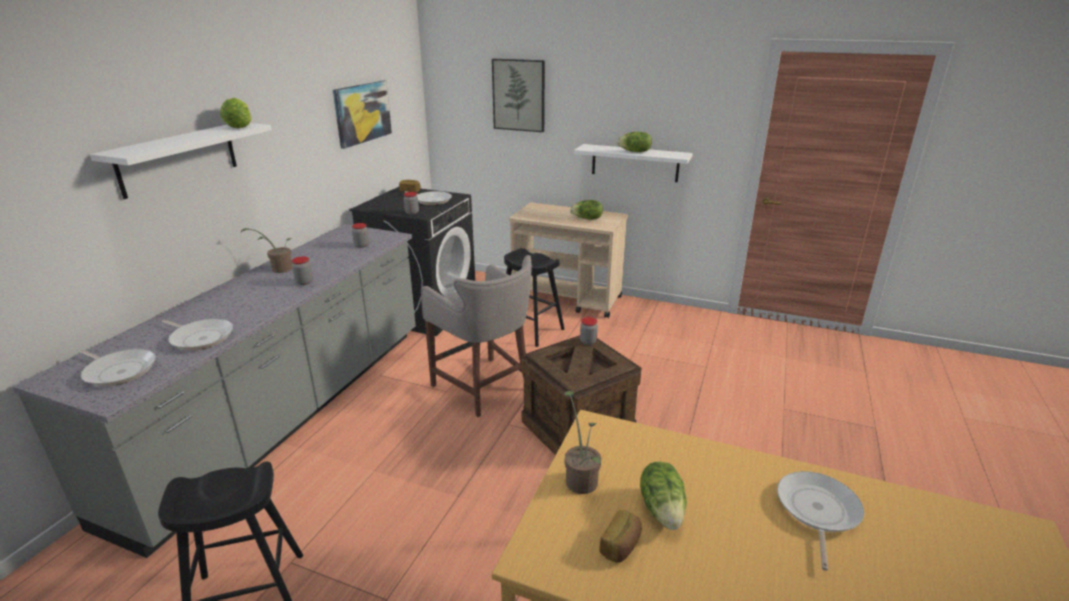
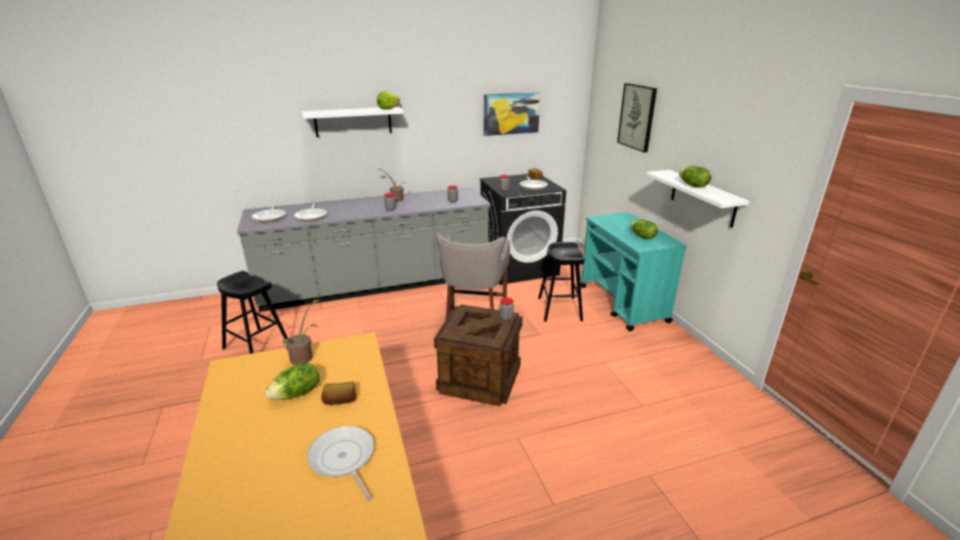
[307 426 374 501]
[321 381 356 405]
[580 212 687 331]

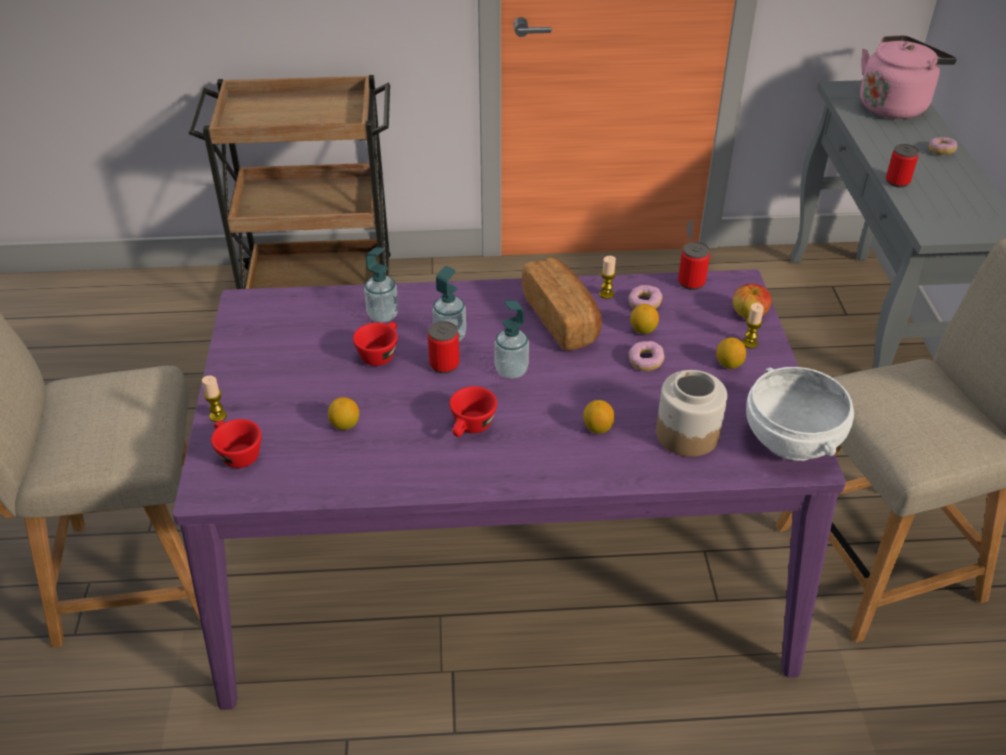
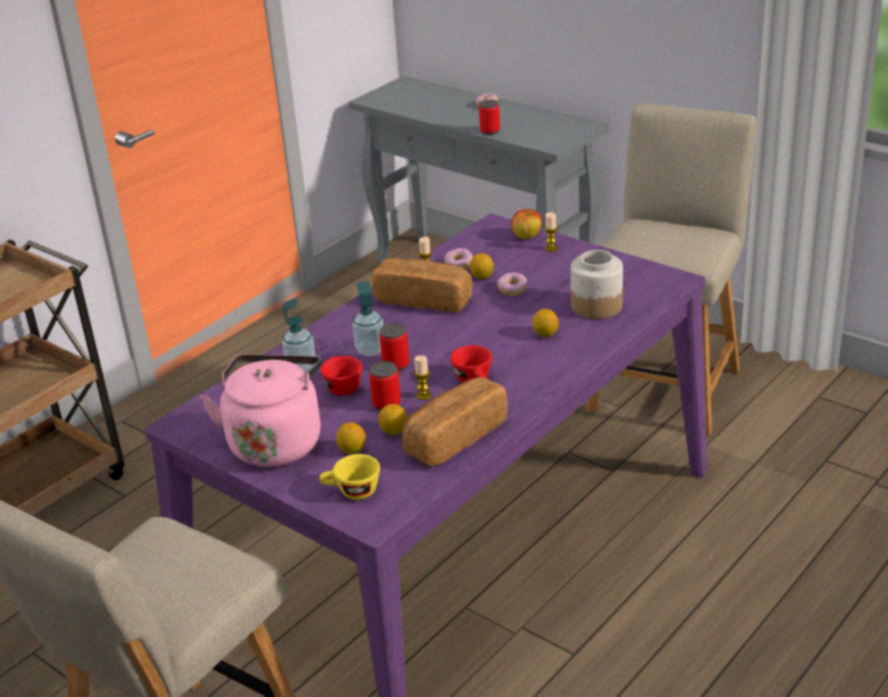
[200 354 322 467]
[319 454 380 500]
[336 422 366 454]
[369 361 401 411]
[401 377 507 466]
[414 356 431 400]
[494 301 529 379] (first image)
[746 367 854 461] (first image)

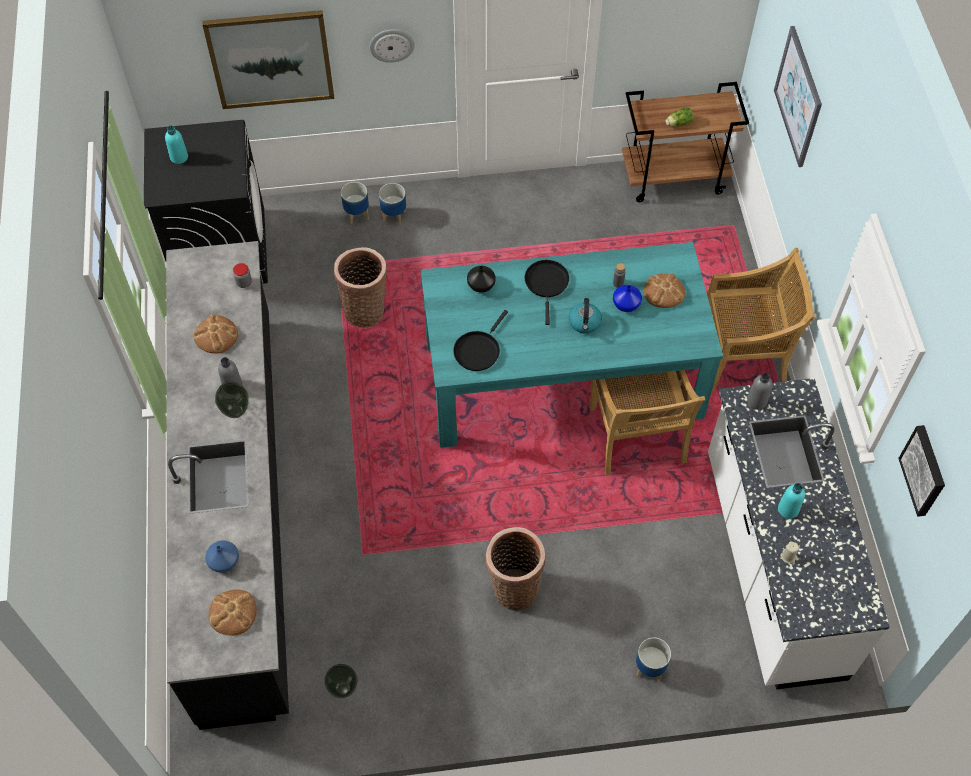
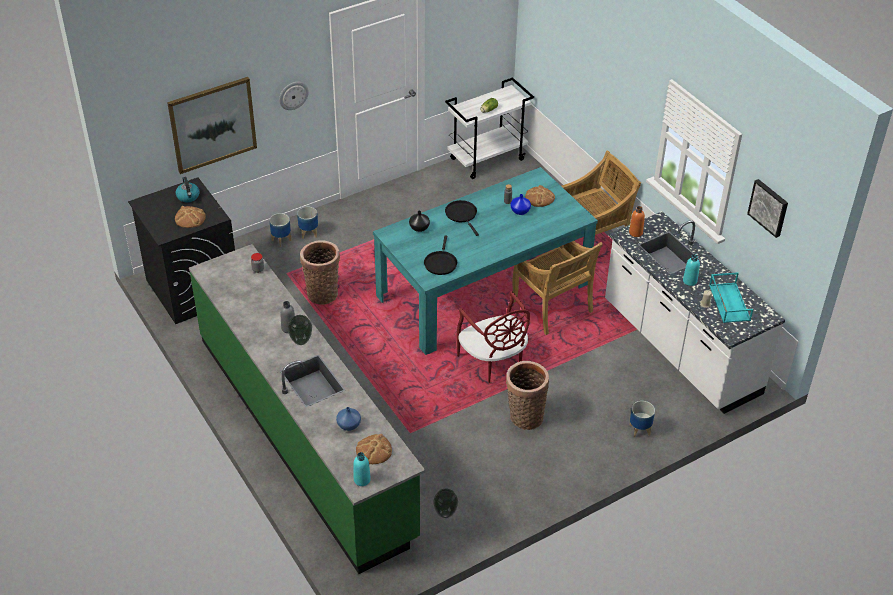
[175 206 206 228]
[176 177 200 202]
[189 244 425 574]
[354 452 371 486]
[445 77 534 179]
[456 291 530 383]
[629 206 645 237]
[709 272 753 323]
[774 26 822 167] (first image)

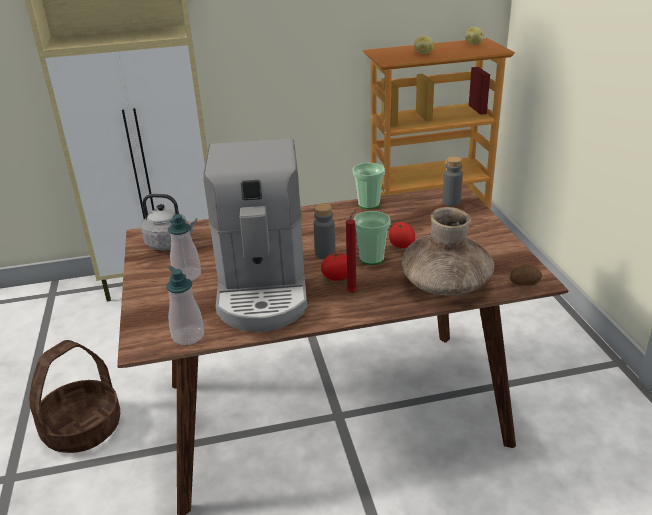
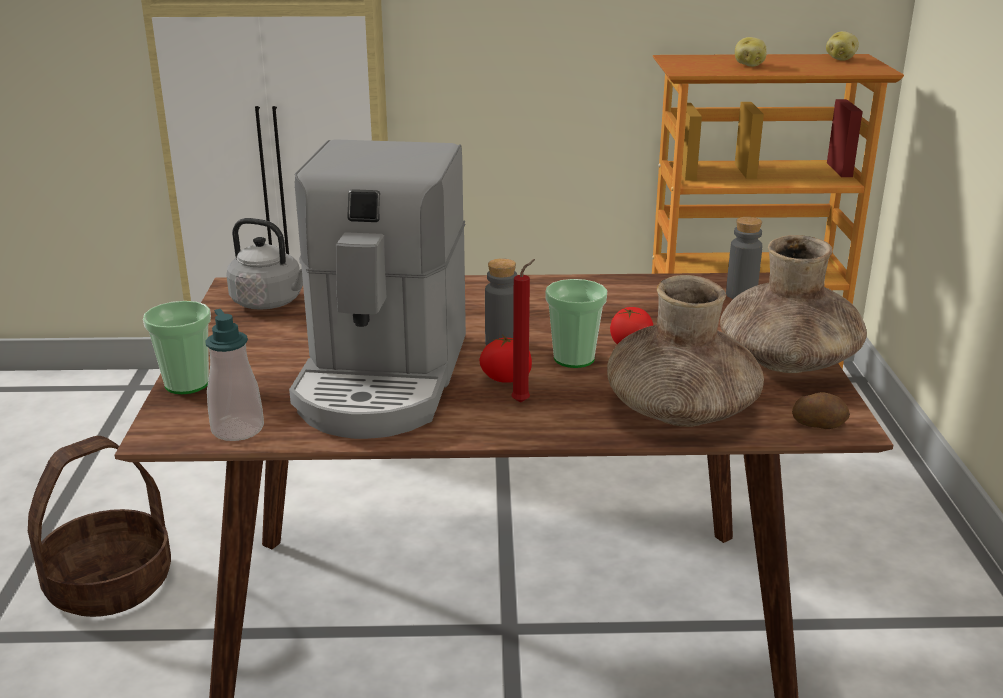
[143 301 211 394]
[720 235 867 373]
[168 214 201 281] (first image)

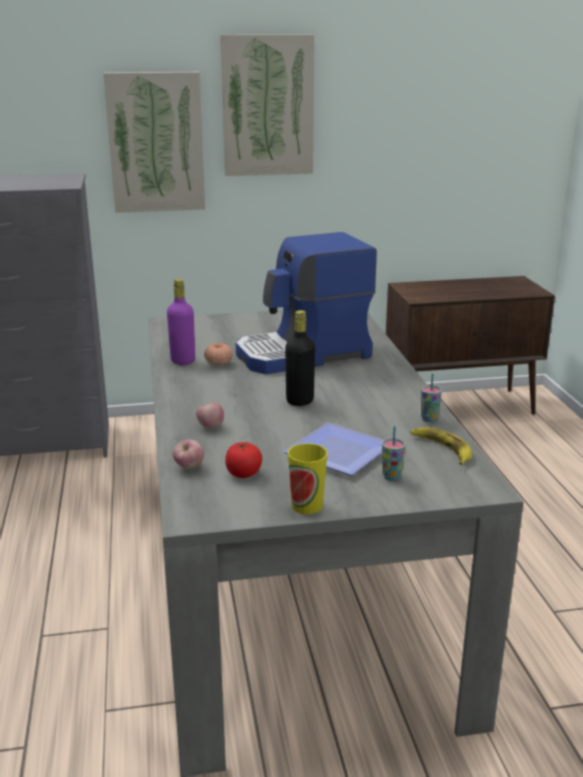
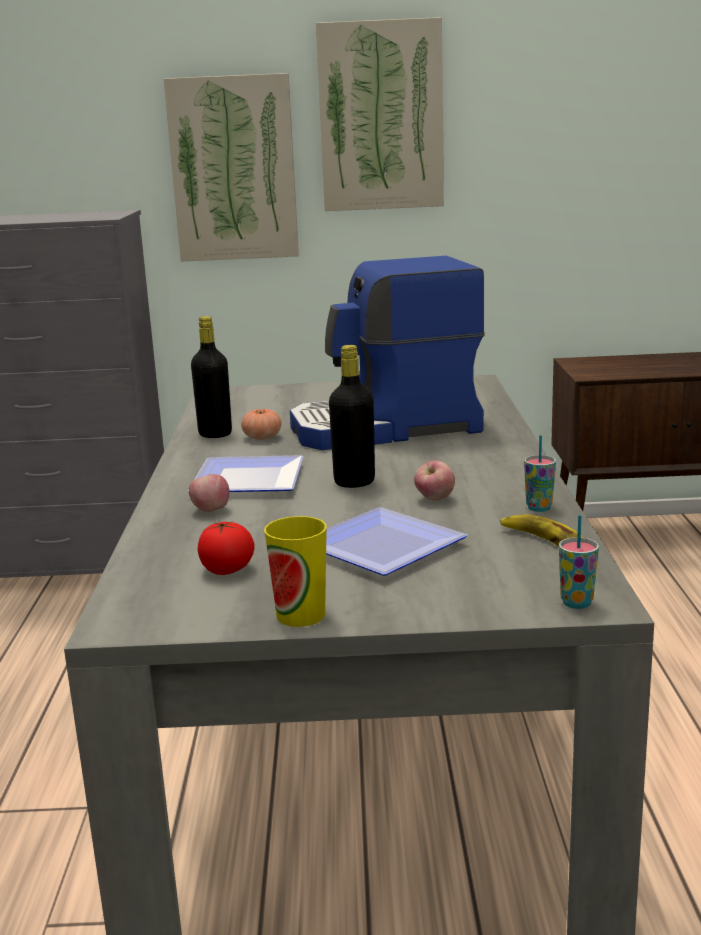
[188 455 304 492]
[191 316 232 438]
[414 461 455 501]
[559 515 599 609]

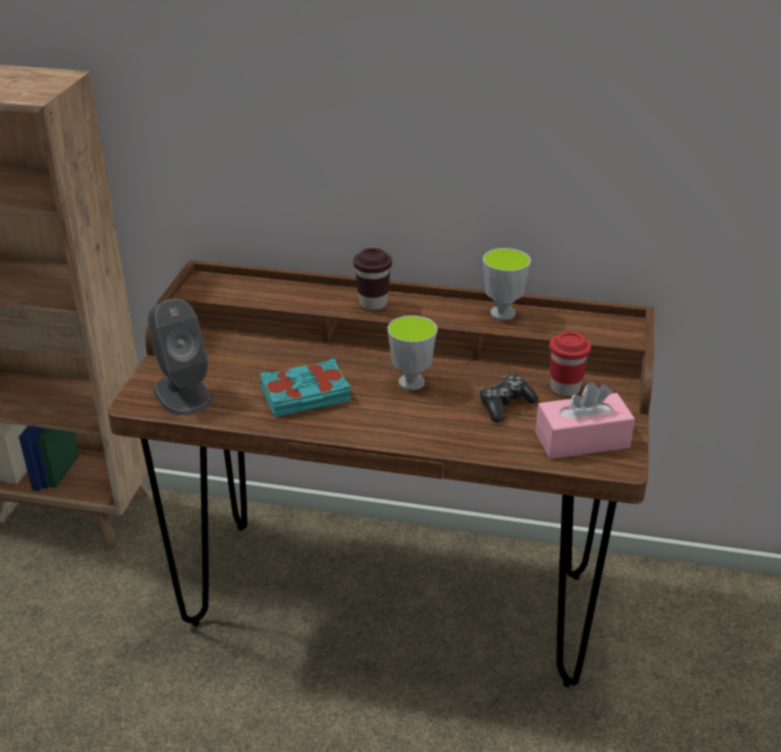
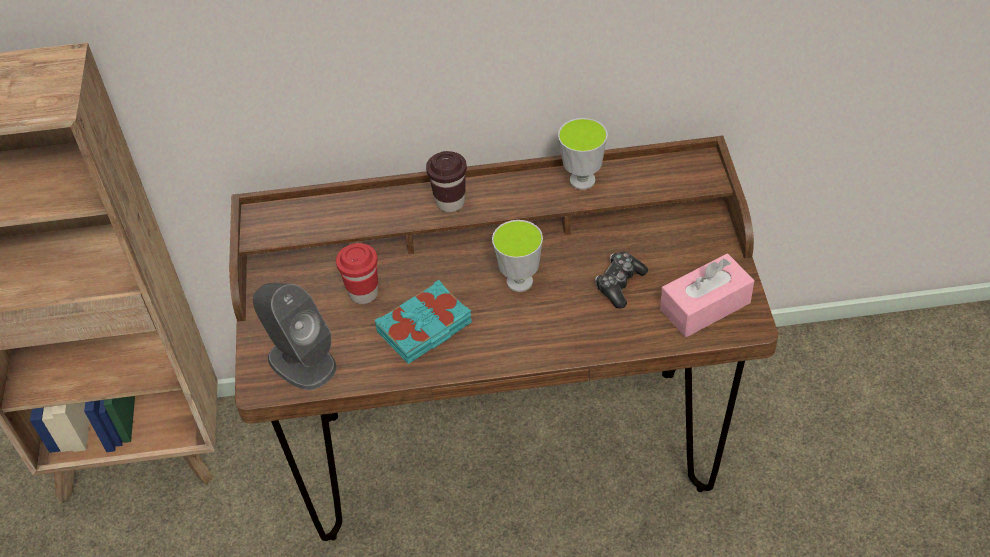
[336 243 378 304]

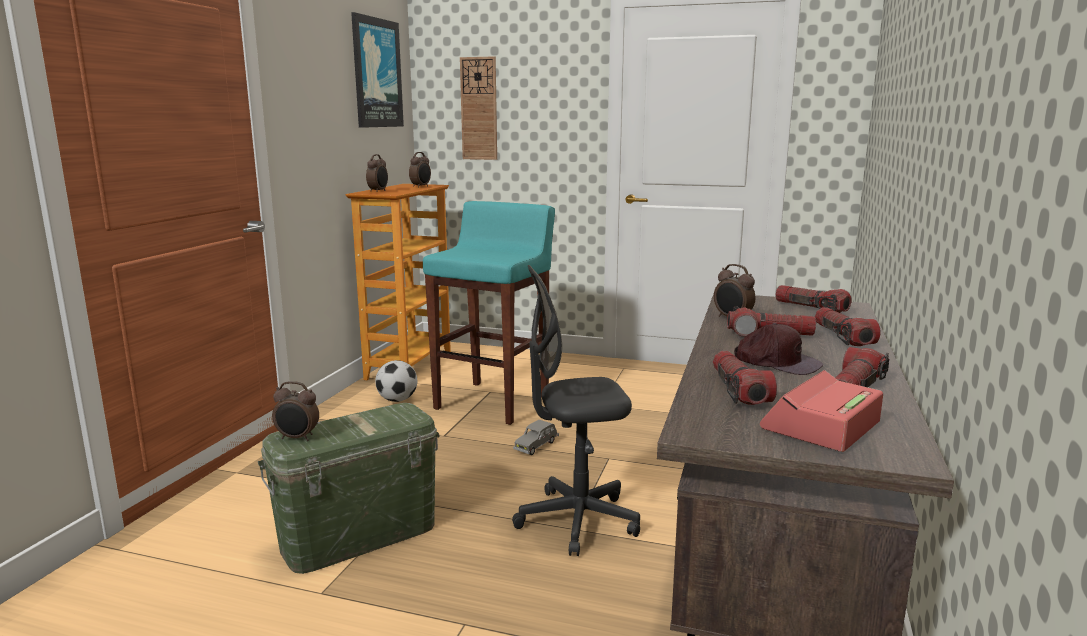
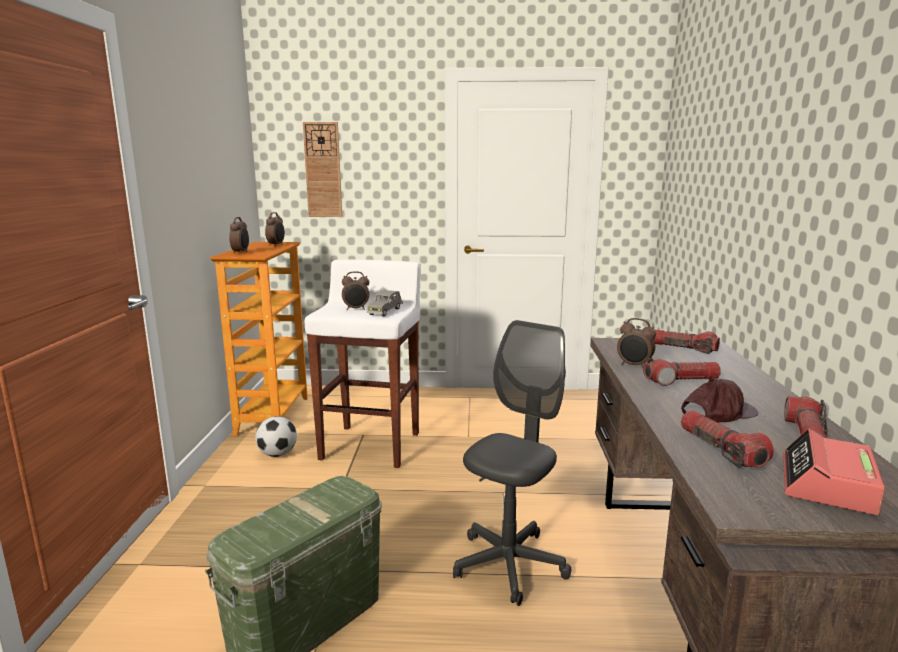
[305 259 421 468]
[342 271 369 310]
[367 290 403 316]
[453 320 571 606]
[681 378 758 423]
[351 12 404 128] (first image)
[815 307 881 346] (first image)

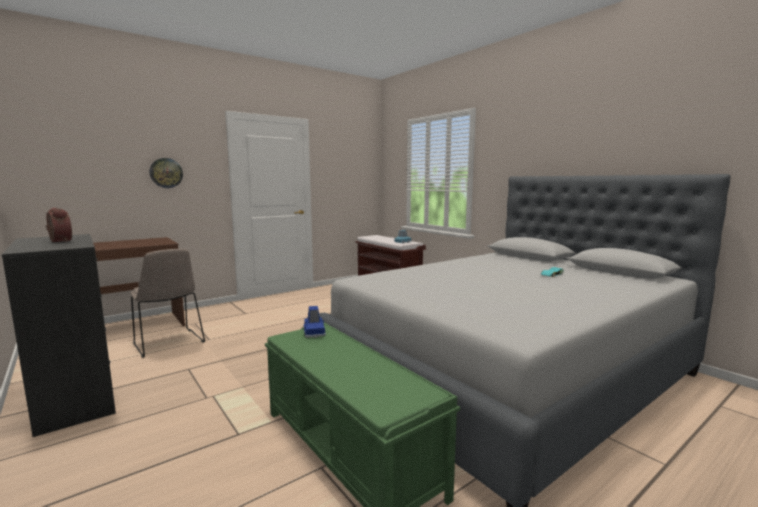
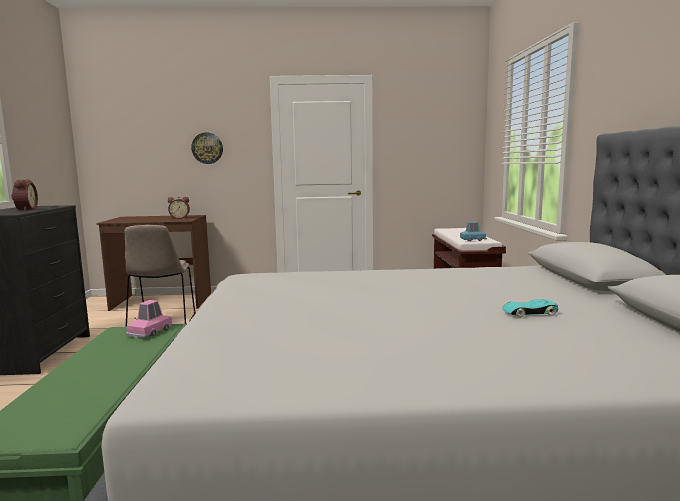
[126 300 172 338]
[168 197 190 219]

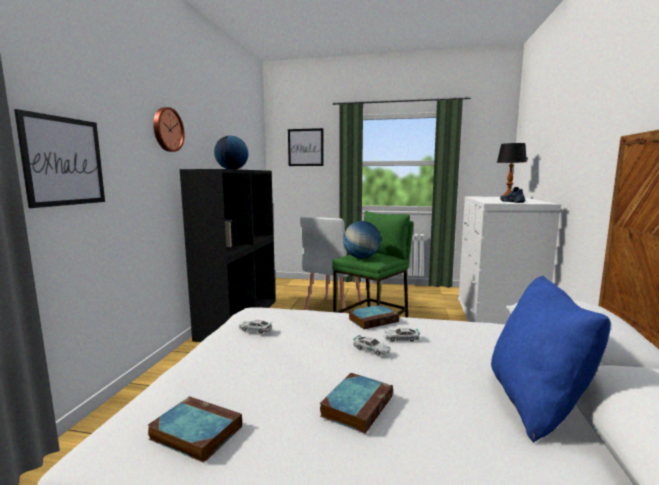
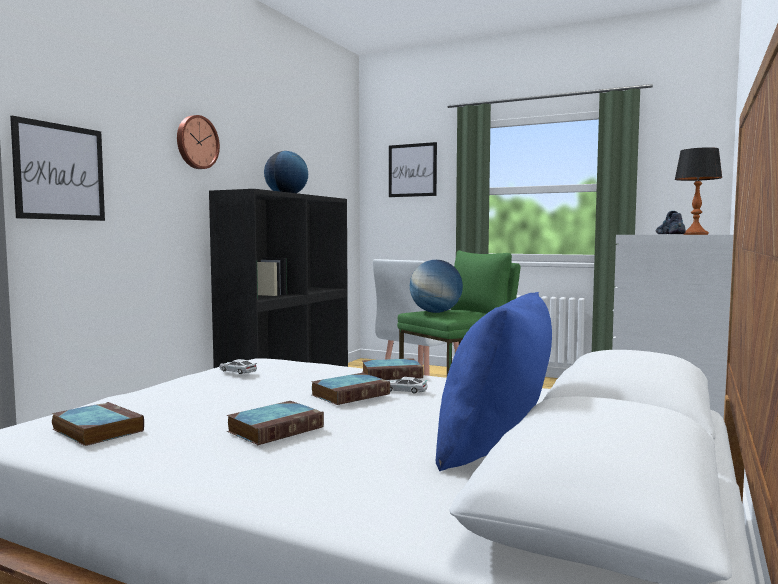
[311 373 390 405]

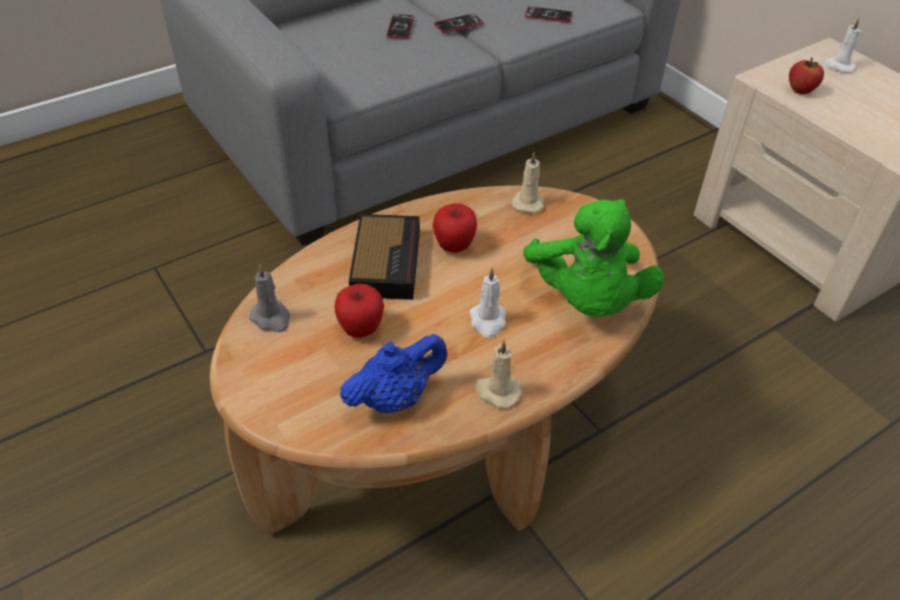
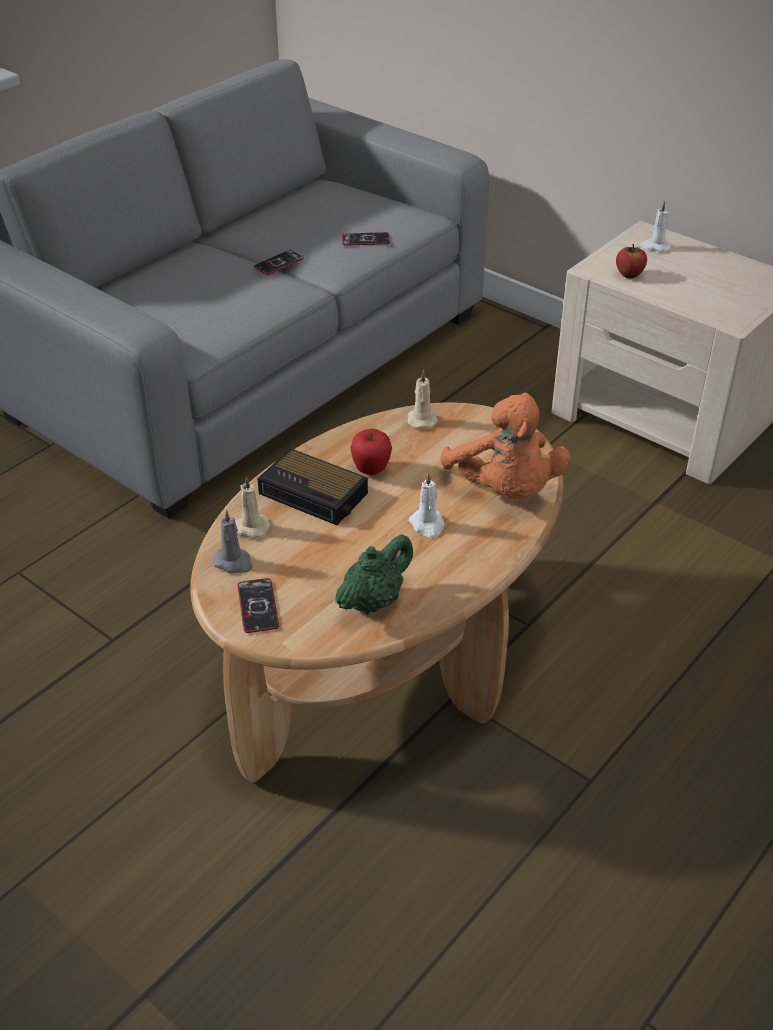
[235 476 271 538]
[237 578 279 633]
[257 448 368 525]
[335 534 413 614]
[440 393 570 499]
[334 283 384 338] (first image)

